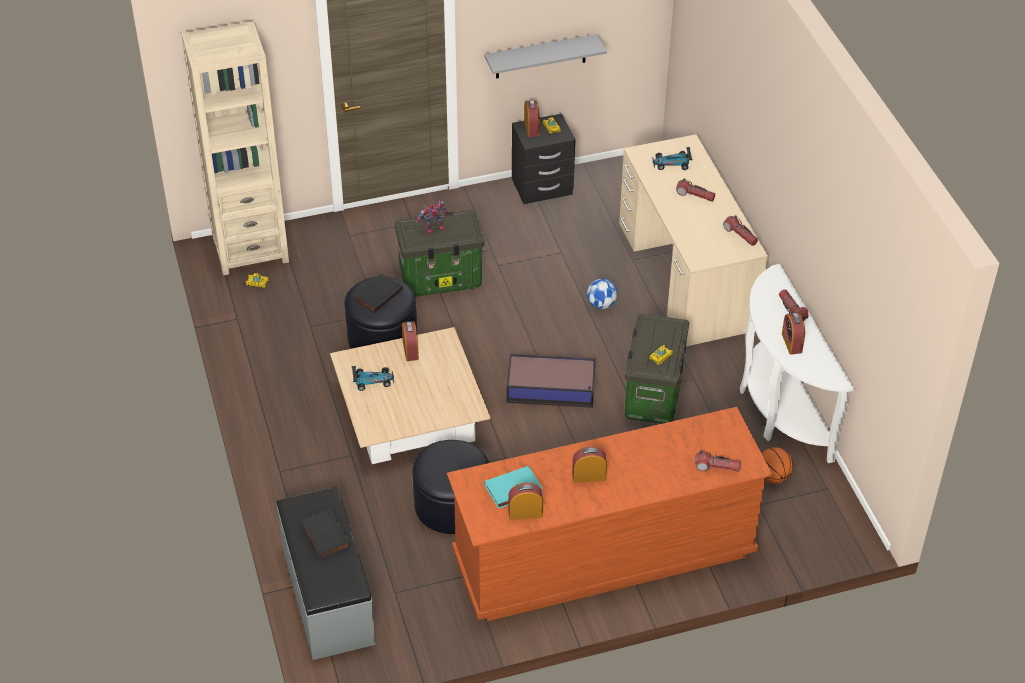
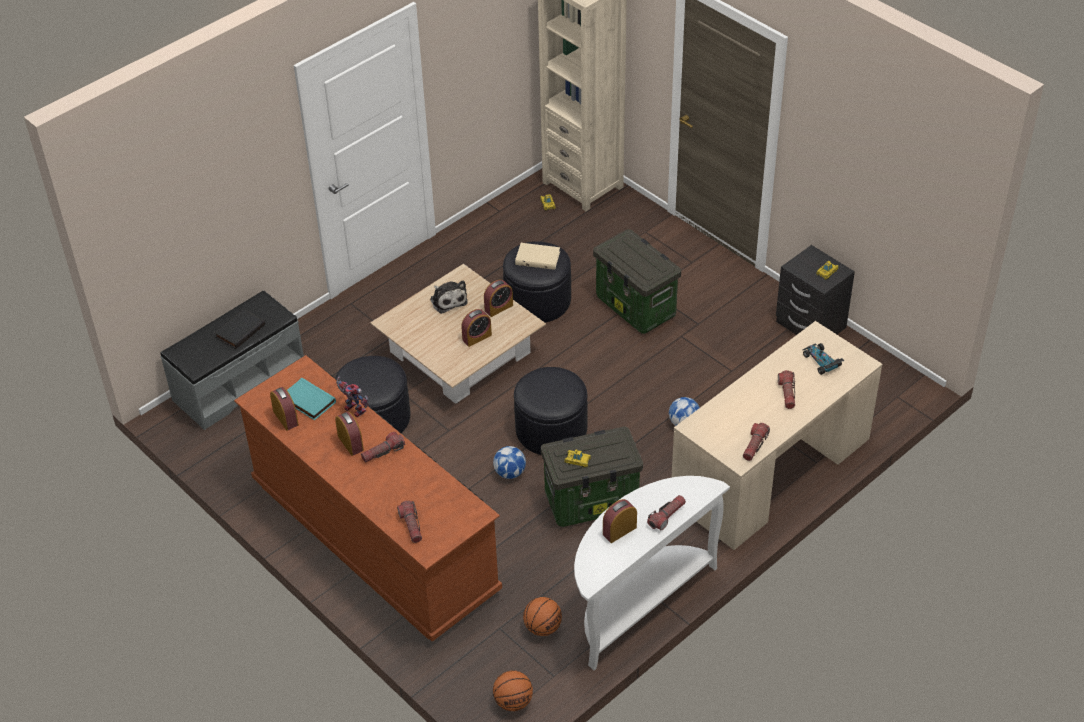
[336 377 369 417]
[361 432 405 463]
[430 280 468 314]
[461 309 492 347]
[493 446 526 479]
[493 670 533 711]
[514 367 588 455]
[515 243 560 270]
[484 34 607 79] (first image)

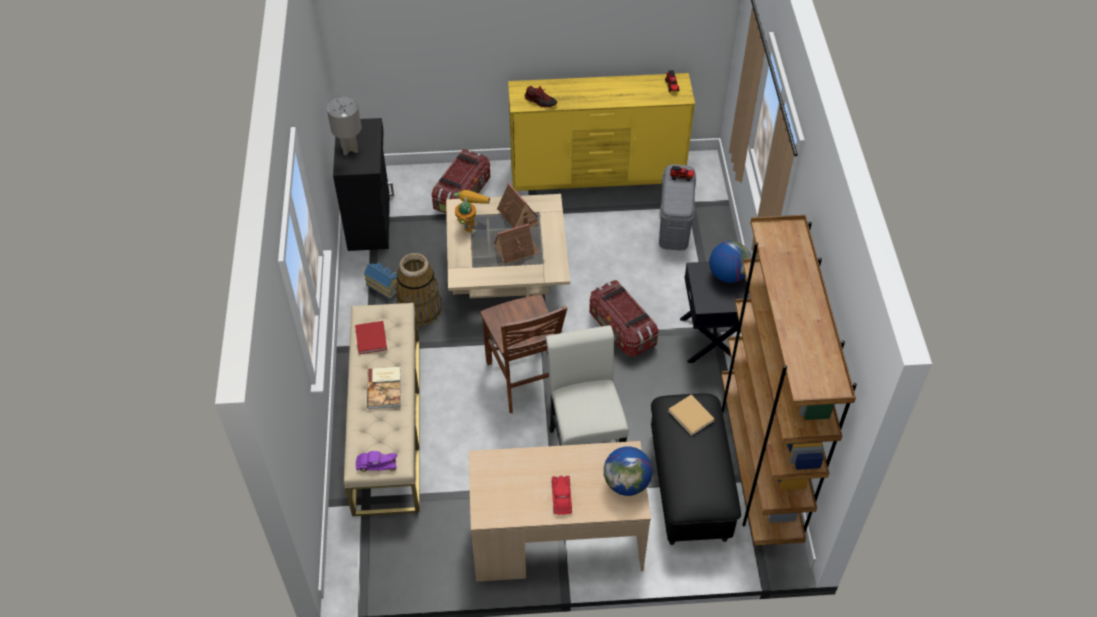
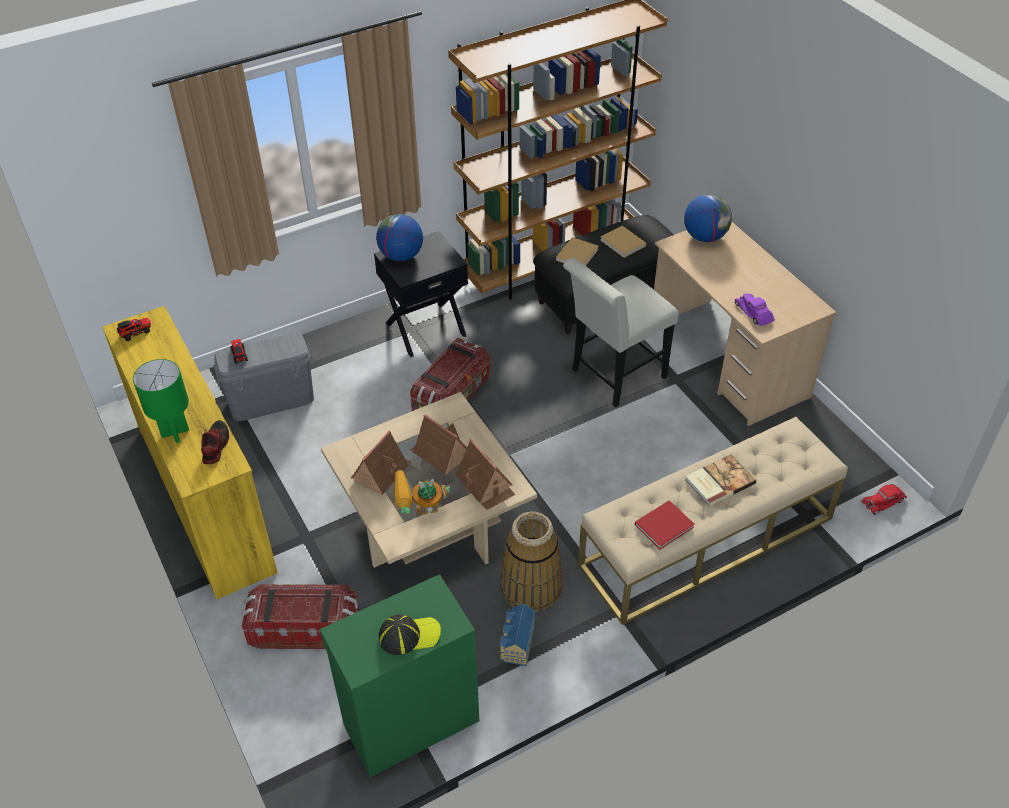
[133 359 189 443]
[320 574 479 777]
[379 614 441 655]
[455 439 516 510]
[601 226 646 258]
[735 293 775 326]
[861 484 907 515]
[480 294 567 413] (first image)

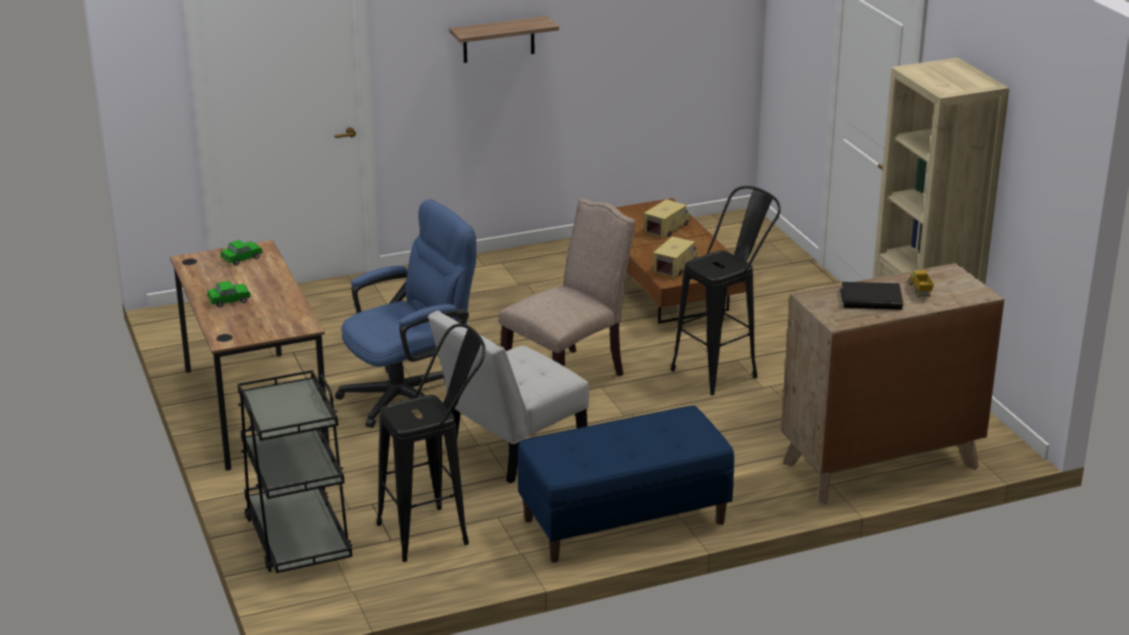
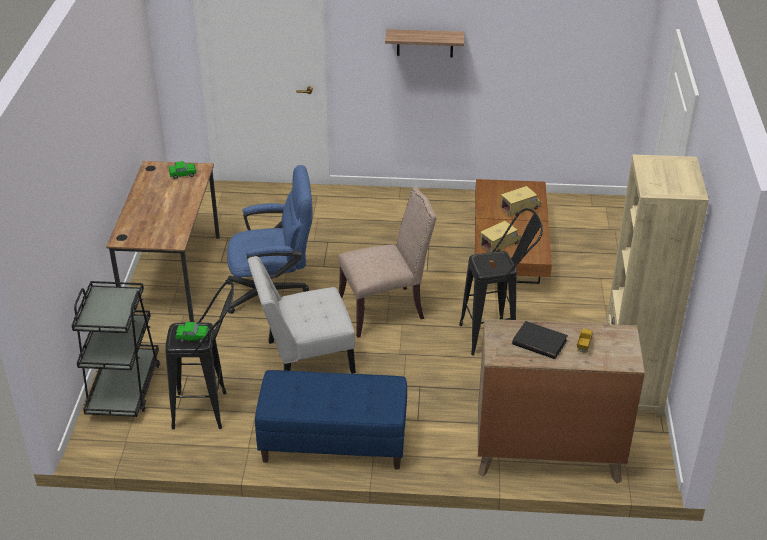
[175 322 209 343]

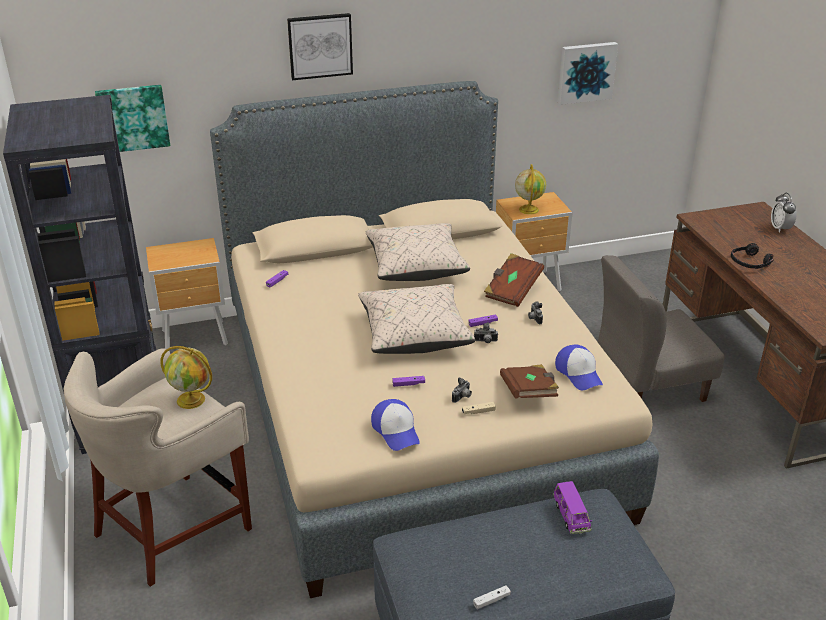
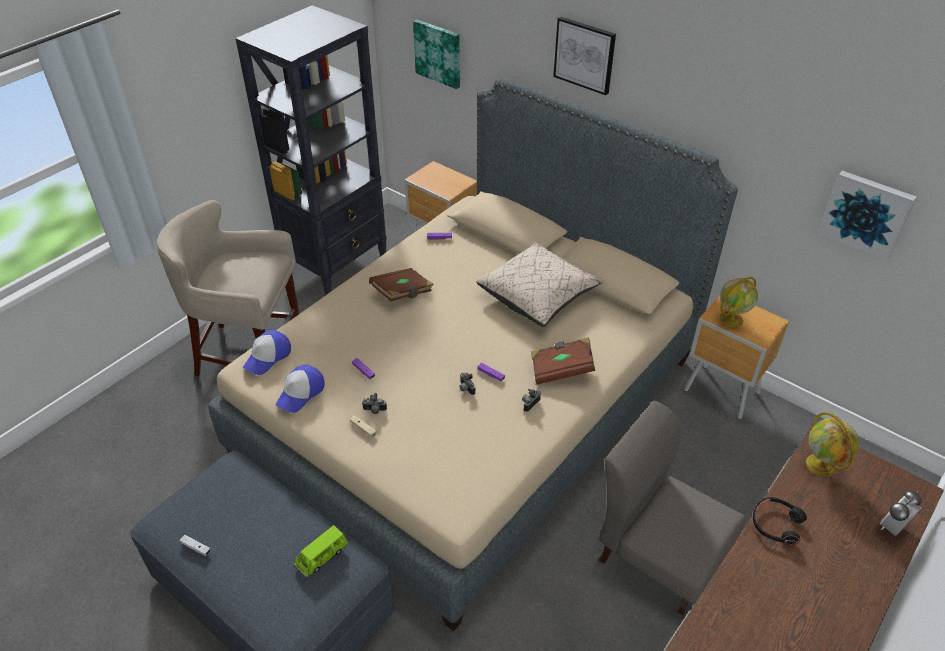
[243 330 291 375]
[294 525 348 577]
[369 268 434 301]
[806 412 859 477]
[358 284 475 354] (first image)

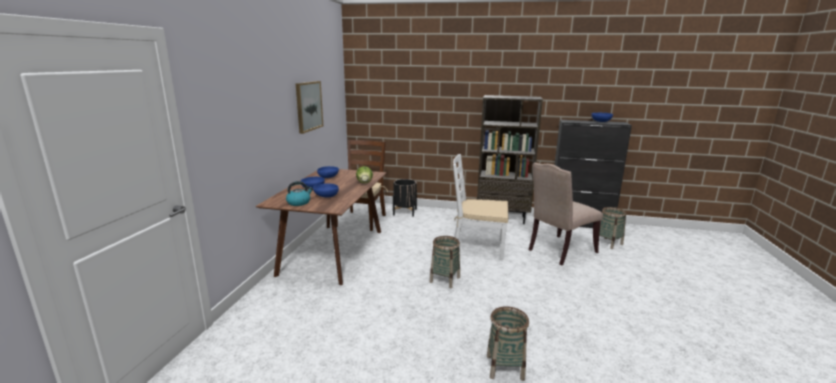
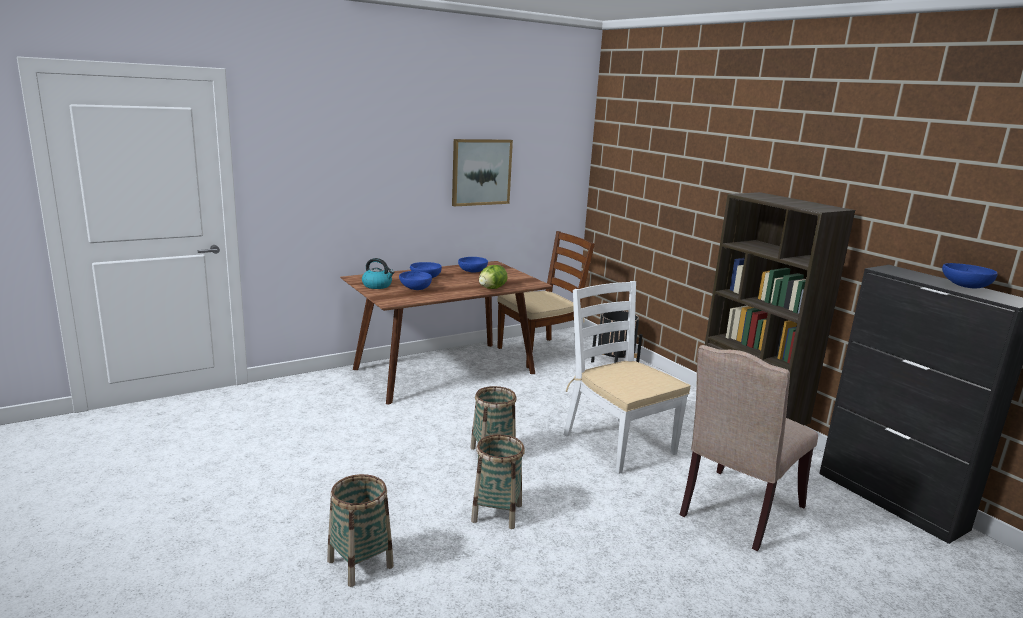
[471 434 525 529]
[680 345 818 551]

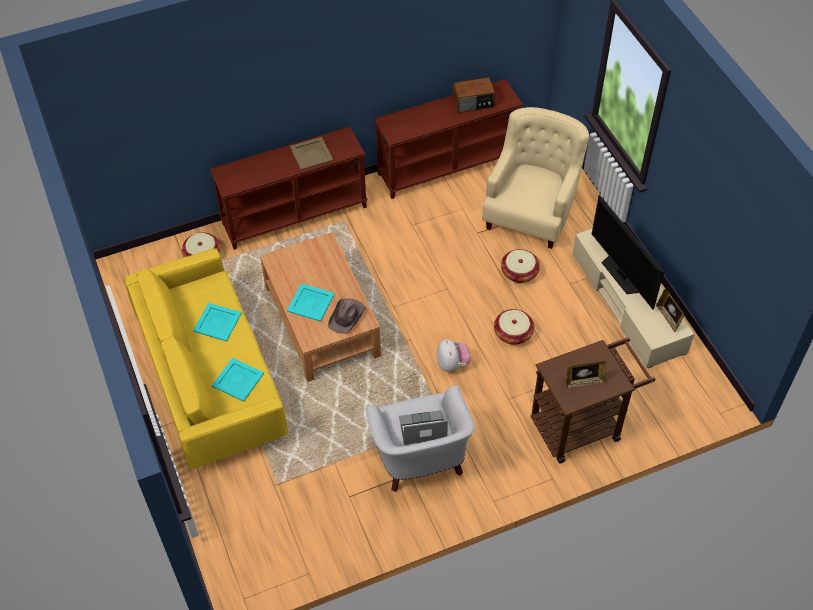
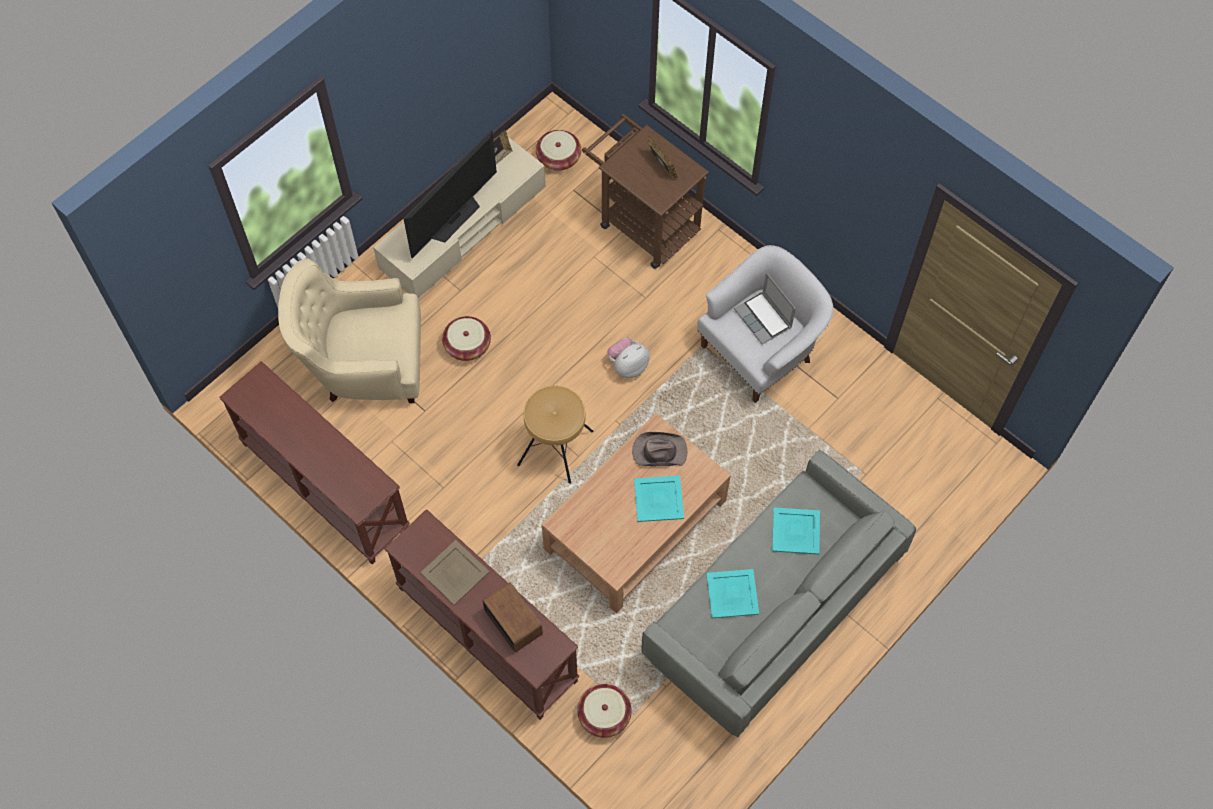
[482 582 543 653]
[517 386 593 484]
[536 130 581 171]
[642 450 916 737]

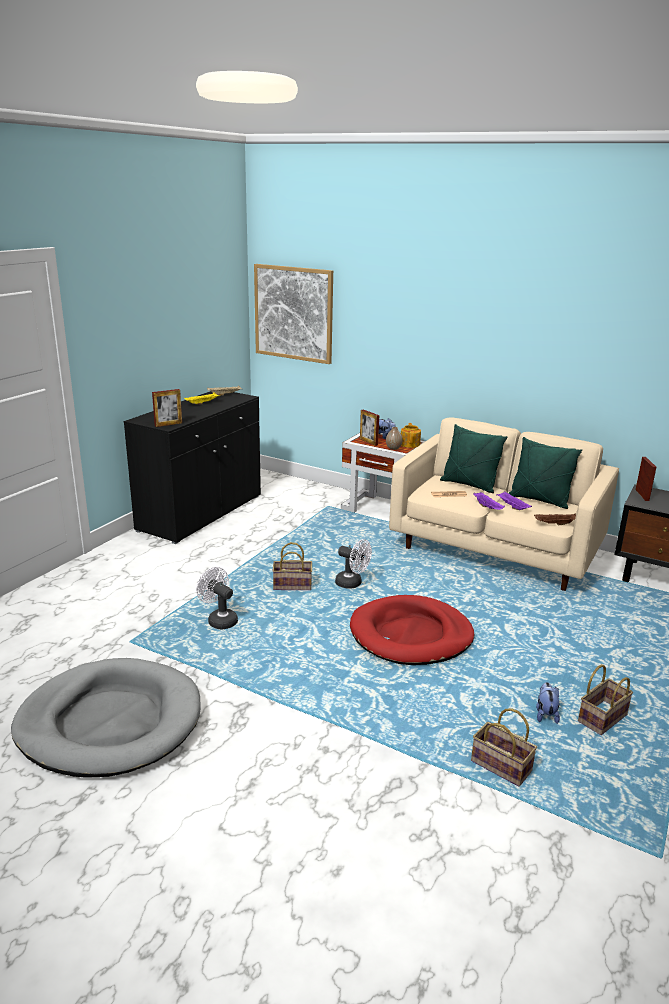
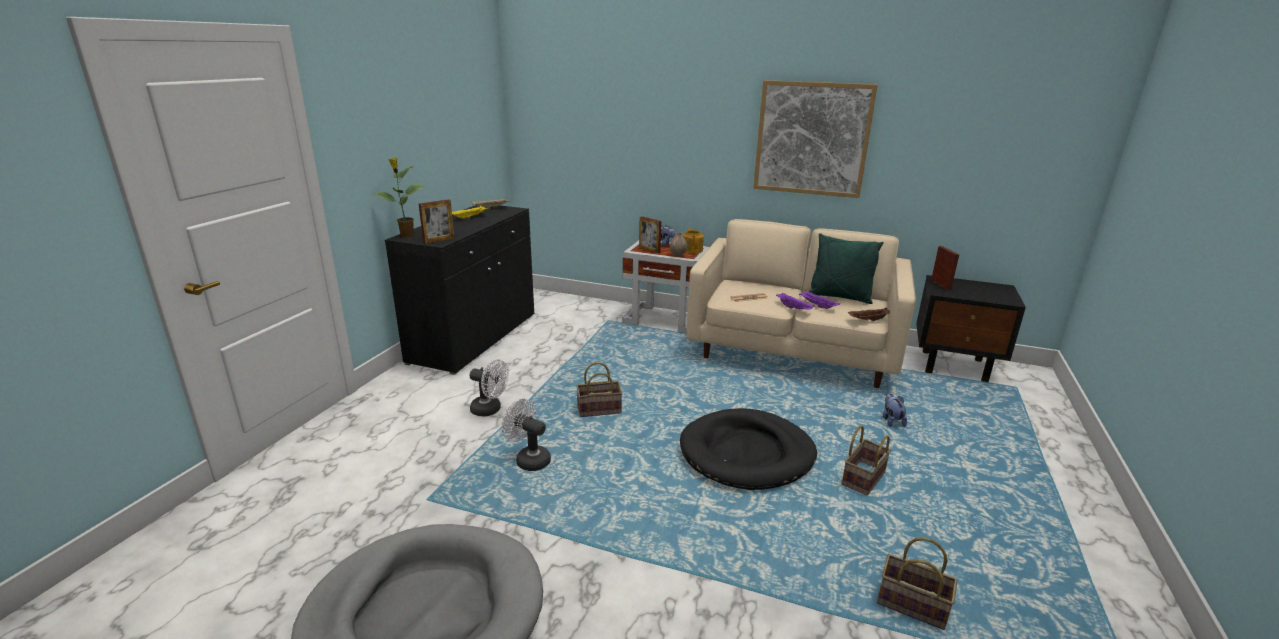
[373 158 424 237]
[470 359 509 417]
[680 408 817 490]
[753 80 878 198]
[842 425 891 496]
[883 394 907 427]
[440 424 508 493] (first image)

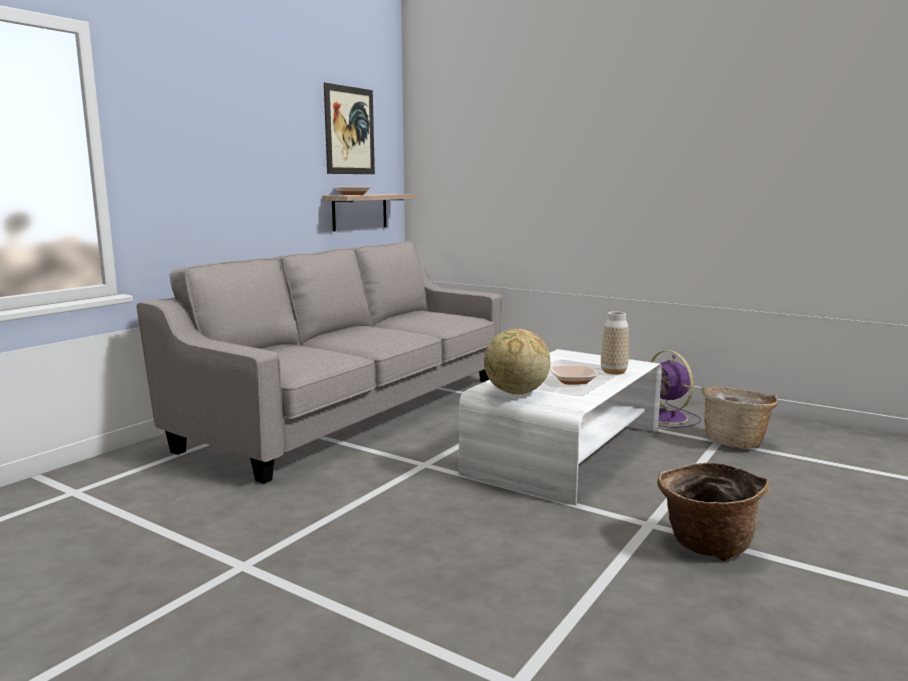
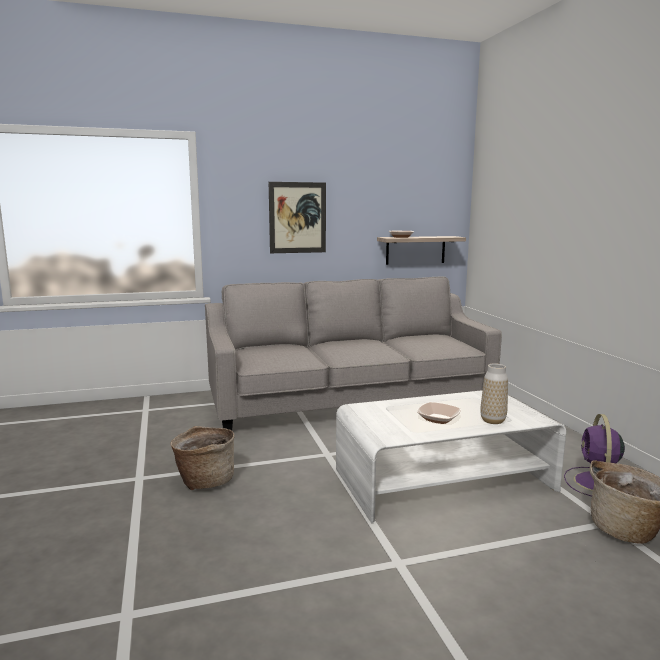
[171 426 235 490]
[269 182 326 253]
[484 329 550 394] (first image)

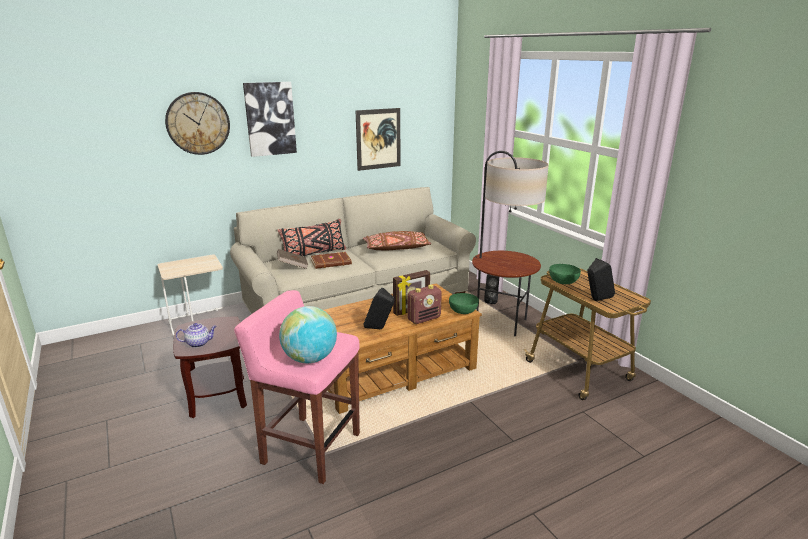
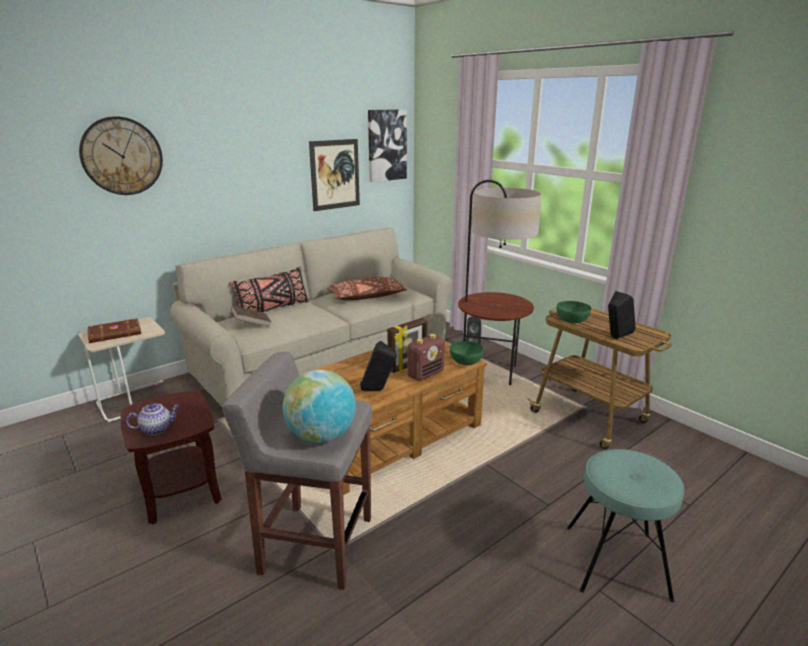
[88 318 141 343]
[222 352 372 590]
[368 109 407 182]
[567 449 685 602]

